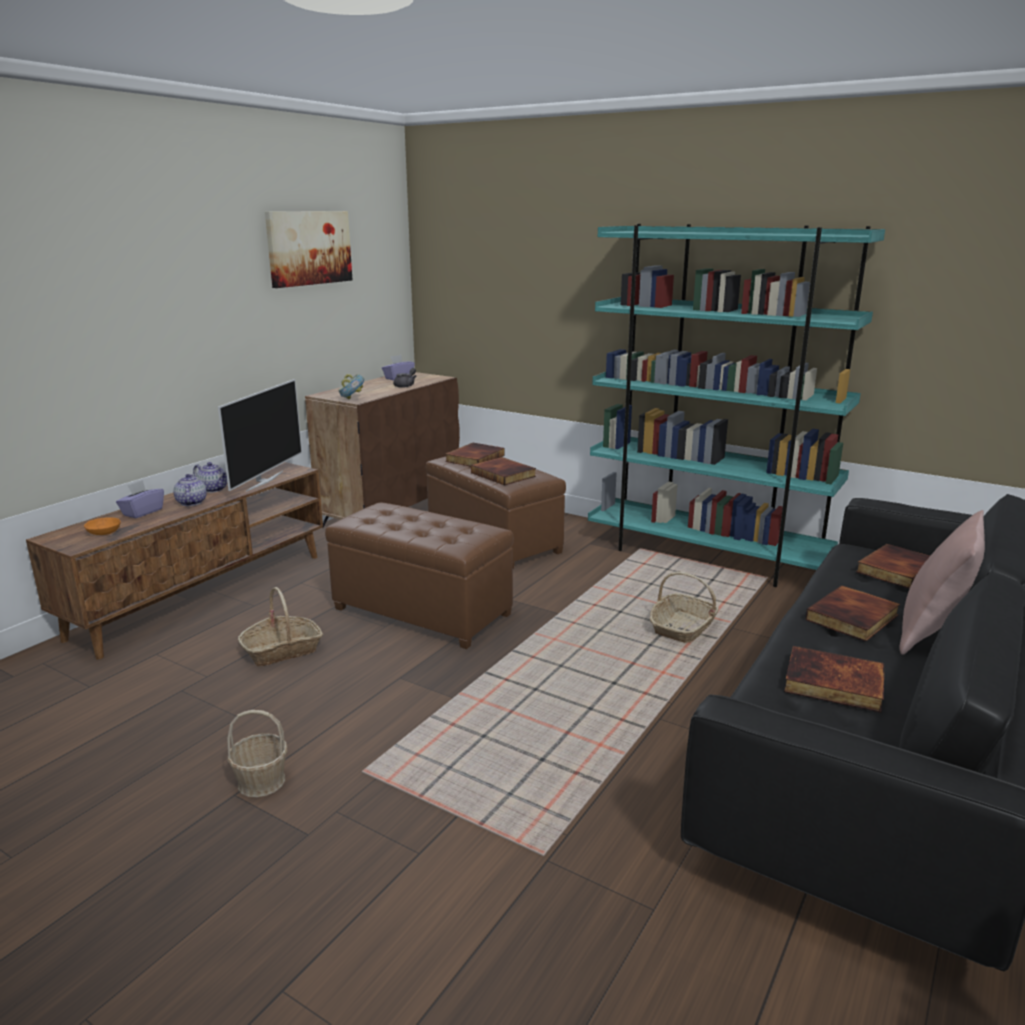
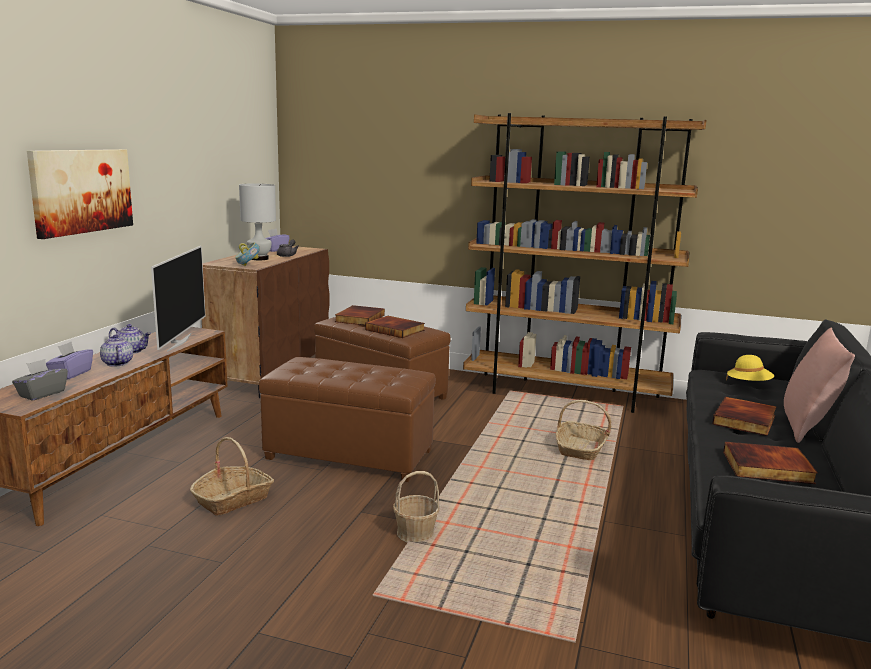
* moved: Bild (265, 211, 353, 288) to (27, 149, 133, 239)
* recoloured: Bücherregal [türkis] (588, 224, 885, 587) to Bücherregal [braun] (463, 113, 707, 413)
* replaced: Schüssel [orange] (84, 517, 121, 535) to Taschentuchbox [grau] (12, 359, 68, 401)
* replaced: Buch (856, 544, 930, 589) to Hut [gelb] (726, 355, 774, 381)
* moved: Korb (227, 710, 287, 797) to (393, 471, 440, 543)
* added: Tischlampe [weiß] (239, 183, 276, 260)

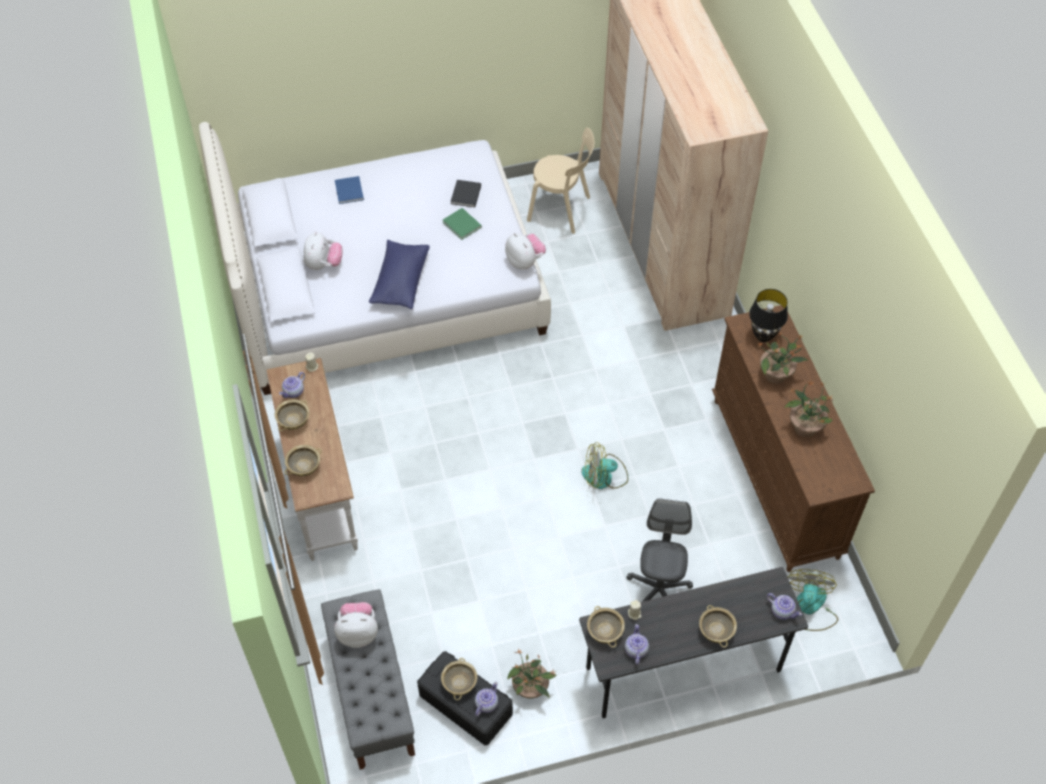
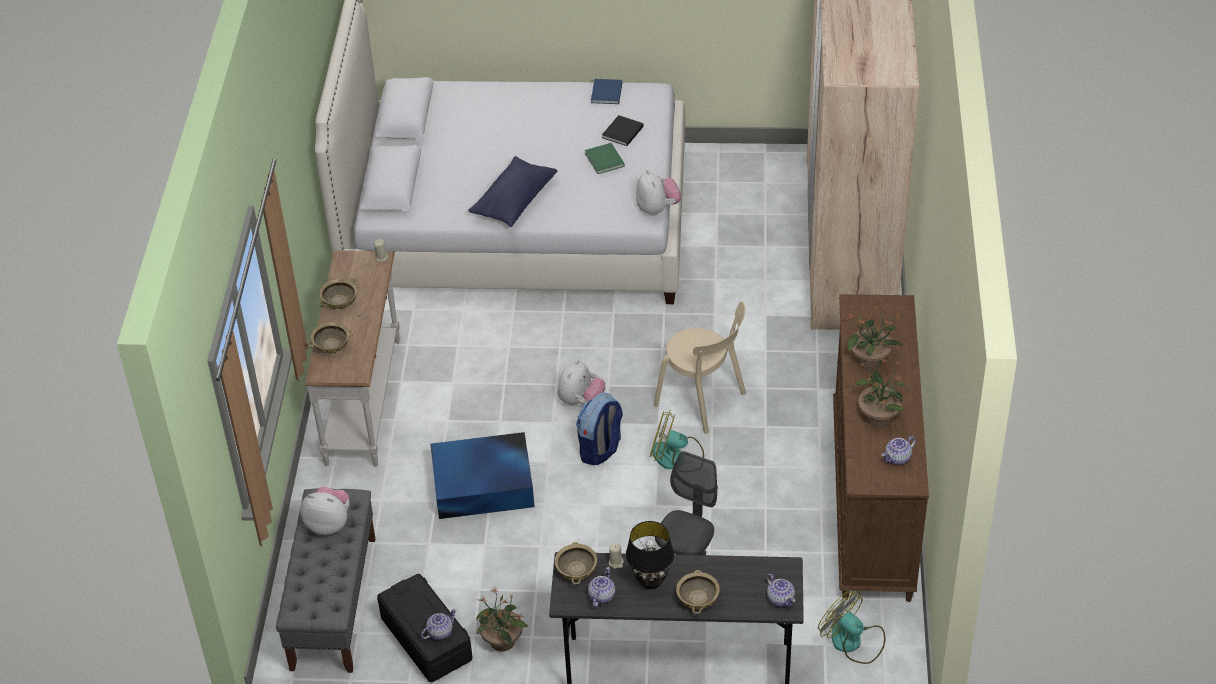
* moved: Stuhl [beige] (527, 127, 594, 234) to (654, 301, 746, 434)
* moved: Buch [blau] (335, 176, 364, 204) to (591, 79, 622, 104)
* moved: Plüschtier (304, 231, 343, 270) to (558, 360, 605, 405)
* moved: Tischlampe [schwarz] (749, 289, 788, 342) to (626, 521, 674, 589)
* moved: Teekanne (279, 372, 305, 398) to (882, 436, 916, 465)
* turned: Ventilator (788, 569, 838, 631) = (818, 590, 885, 664) 75 degrees counterclockwise
* removed: Schüssel [beige] (441, 658, 477, 700)
* added: Rucksack (576, 393, 623, 465)
* added: Aufbewahrungsbox [blau] (431, 432, 535, 519)

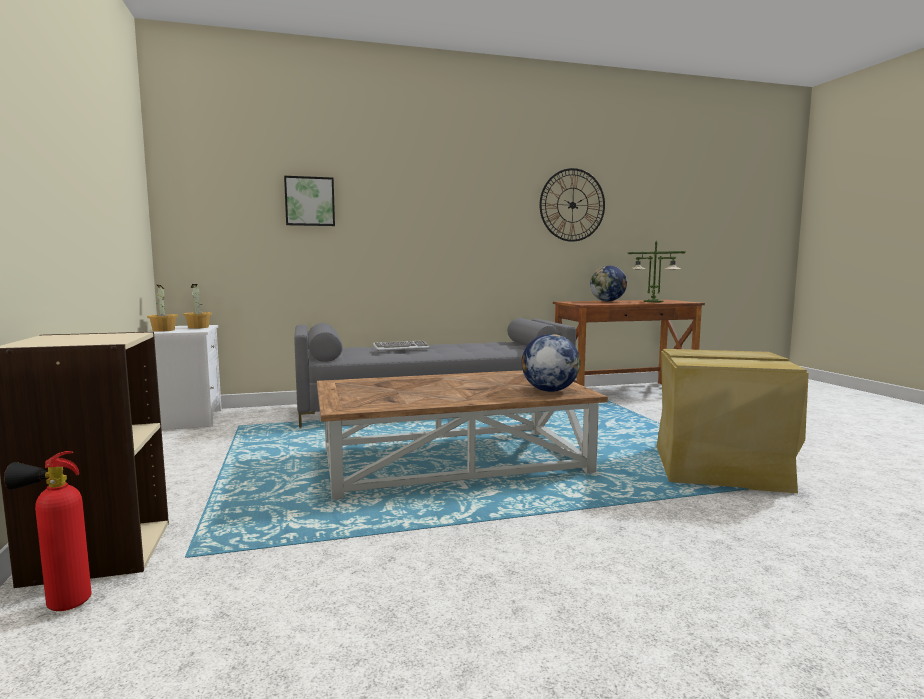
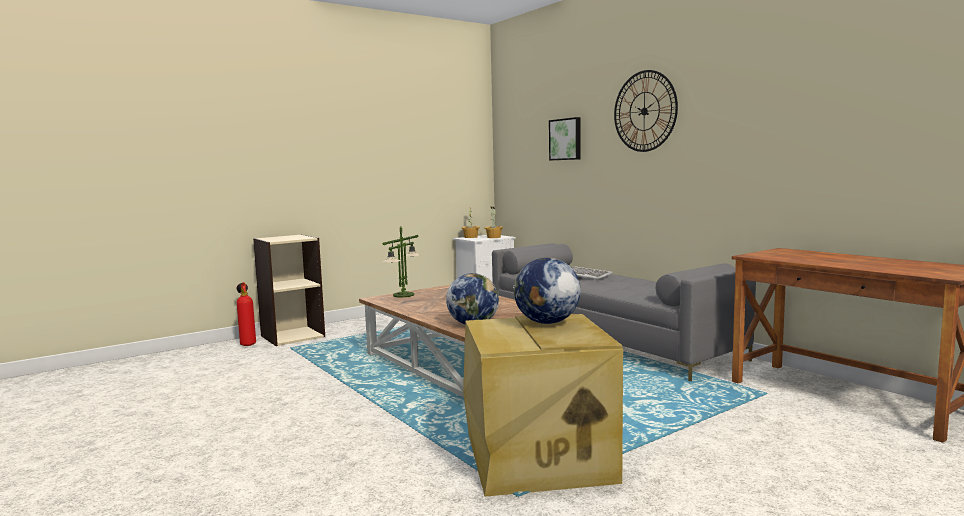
* moved: Wanduhr (540, 168, 605, 242) to (614, 70, 678, 152)
* moved: Tischlampe (628, 241, 686, 302) to (382, 226, 421, 298)
* moved: Globus (590, 266, 627, 301) to (513, 257, 581, 324)

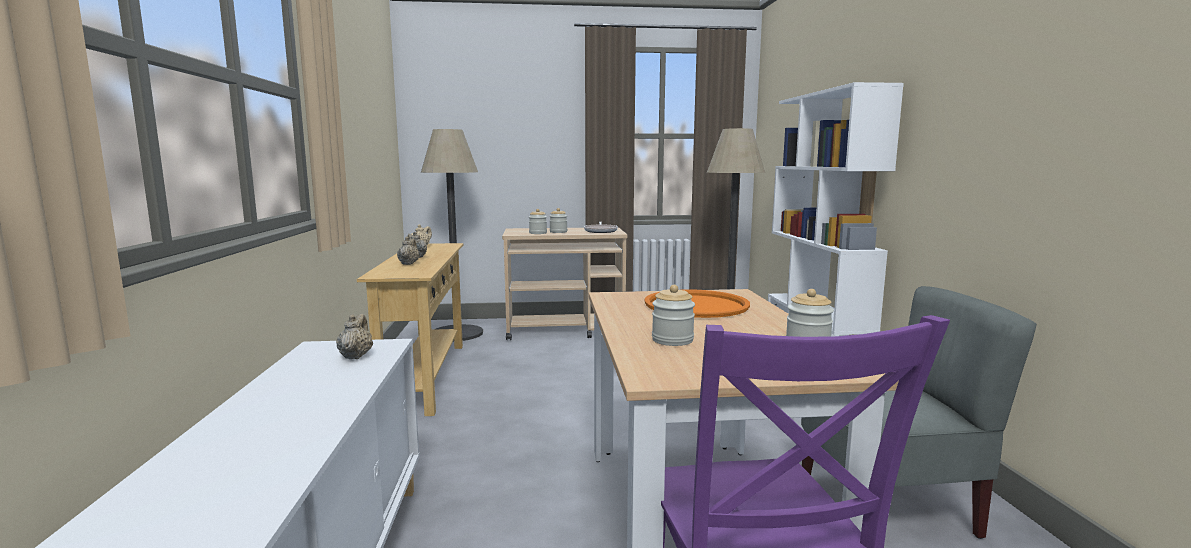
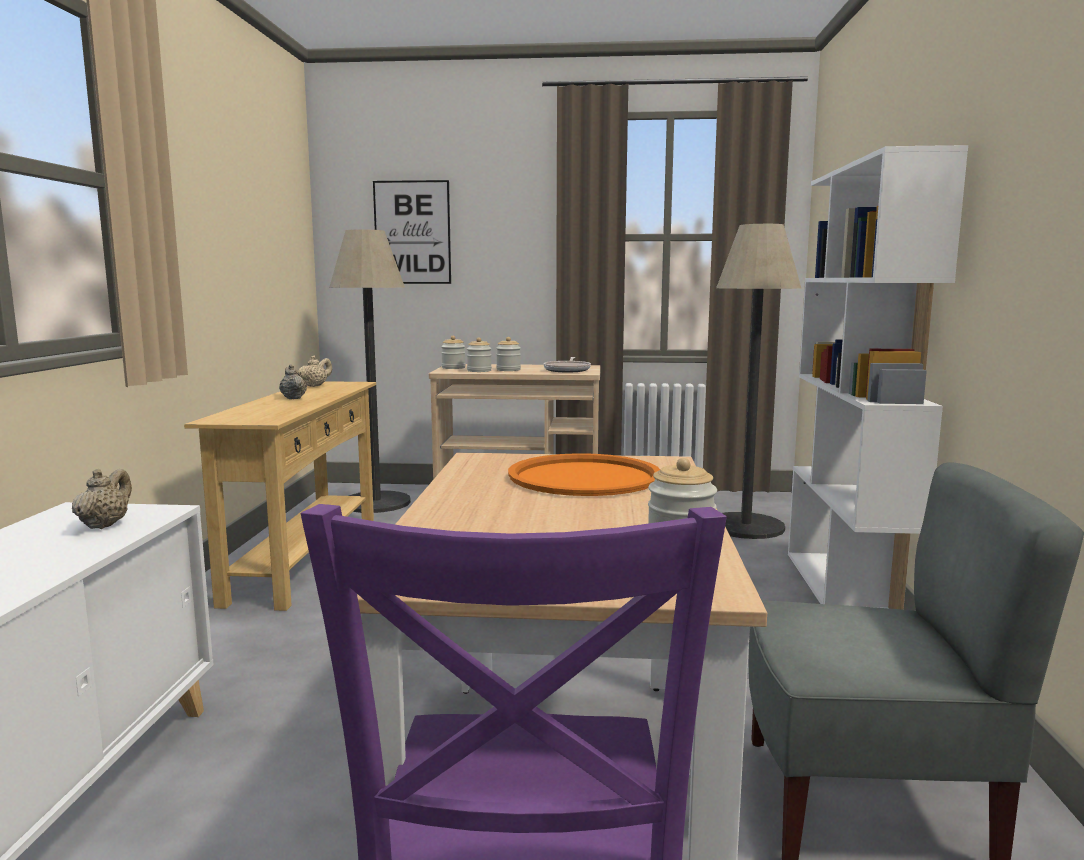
* removed: Teekanne [beige] (397, 237, 420, 265)
* moved: Vorratsglas (652, 285, 695, 346) to (441, 336, 466, 369)
* added: Bild (373, 180, 451, 284)

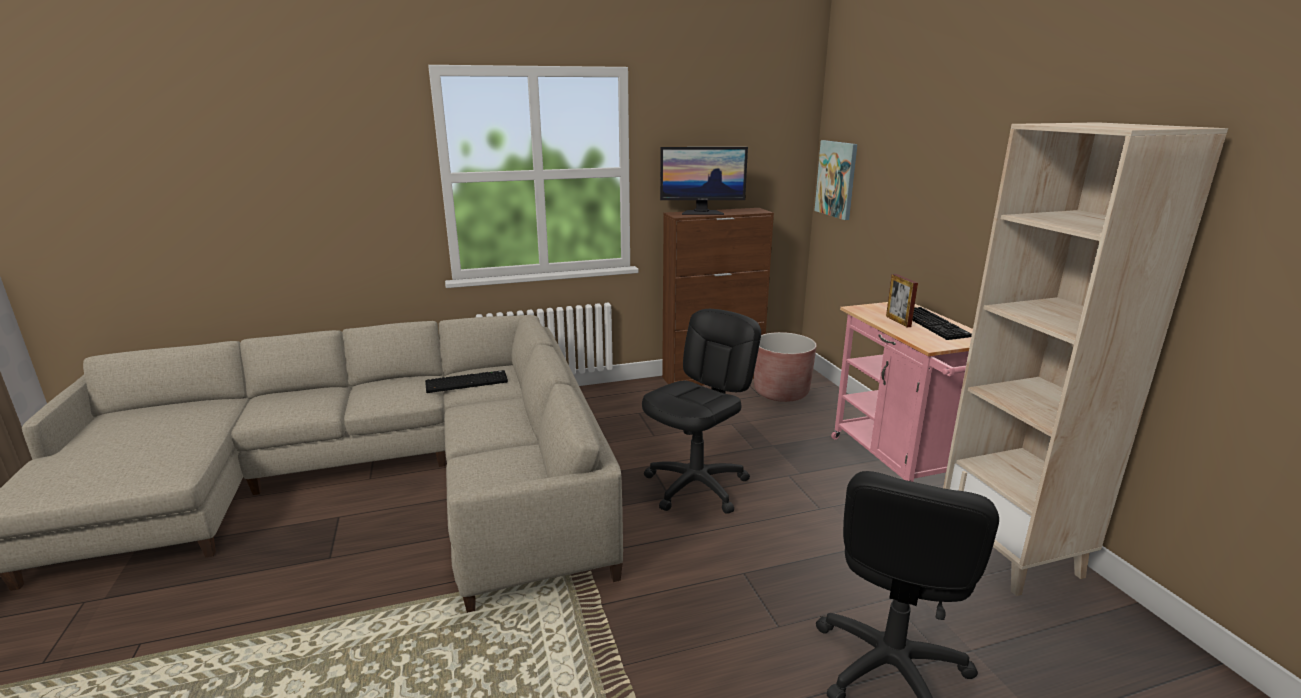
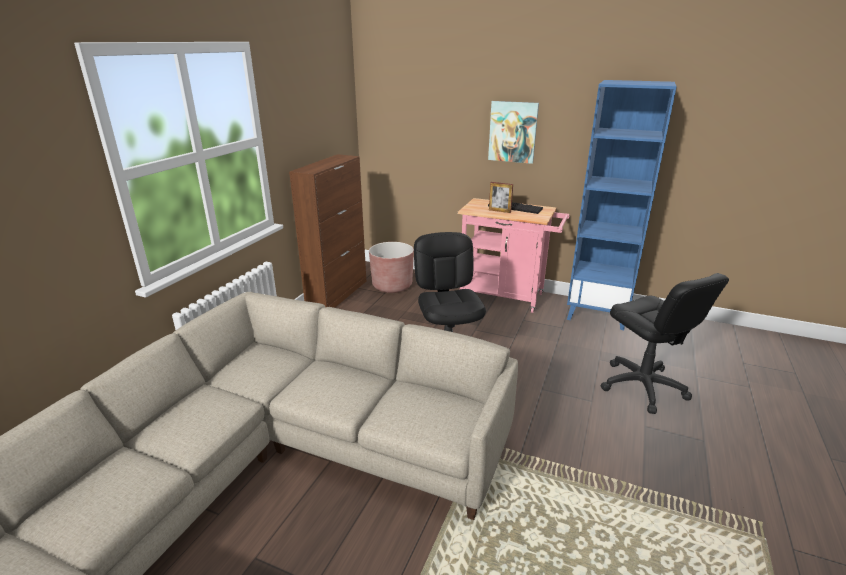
* recoloured: Bücherregal [beige] (943, 122, 1228, 596) to Bücherregal [blau] (567, 80, 677, 330)
* moved: Bild (814, 140, 857, 220) to (488, 101, 539, 164)
* removed: Monitor (660, 147, 748, 215)
* removed: Tastatur (425, 370, 508, 393)

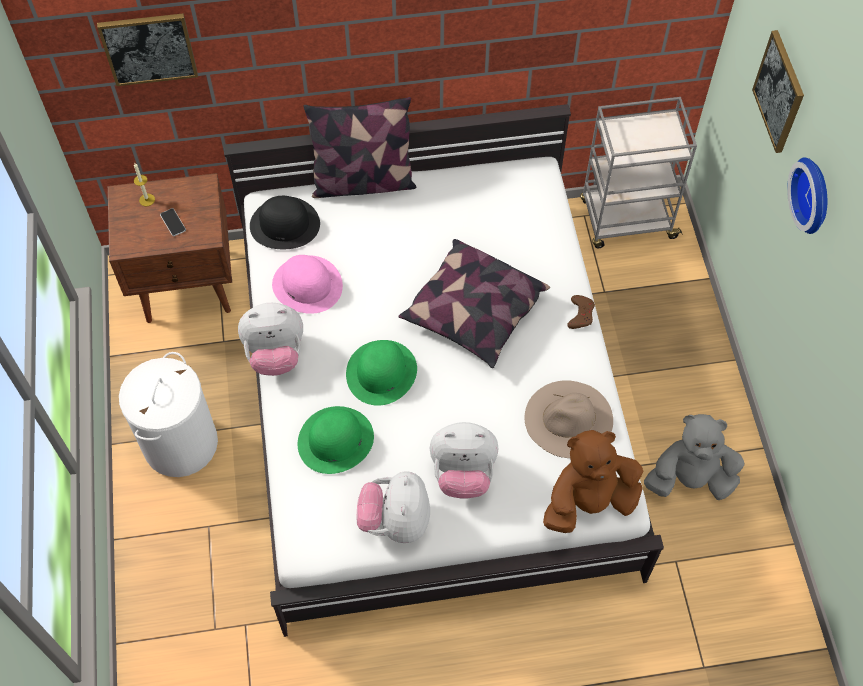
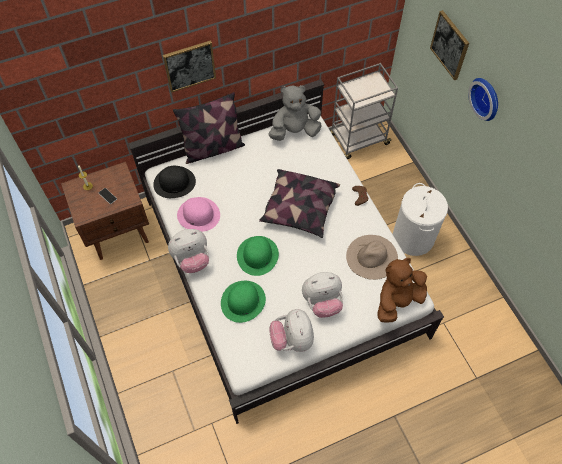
* moved: Bild (97, 13, 198, 86) to (163, 40, 216, 93)
* moved: Wäschekorb [weiß] (119, 352, 218, 477) to (393, 183, 448, 256)
* moved: Plüschtier [grau] (644, 414, 744, 500) to (268, 85, 322, 141)

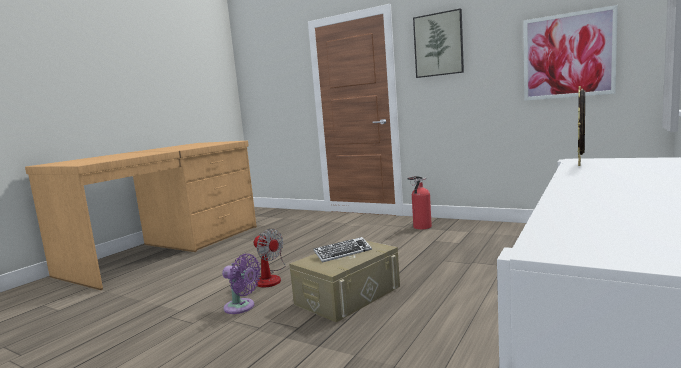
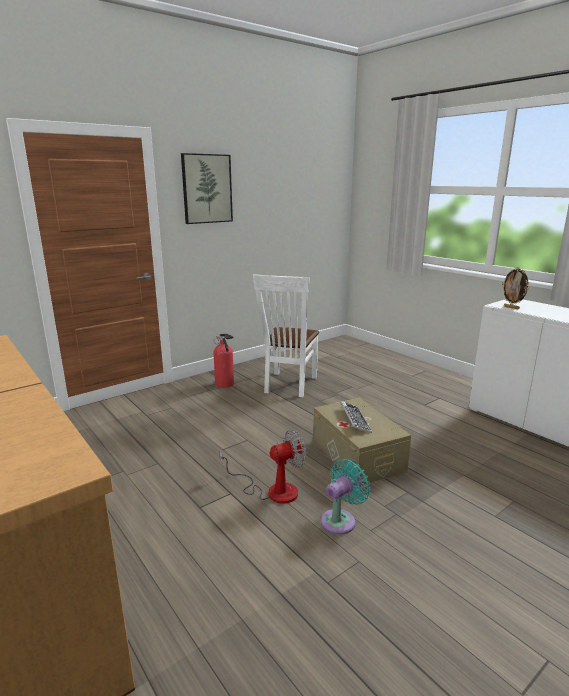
* removed: Bild (523, 5, 618, 101)
* recoloured: Ventilator [lila] (222, 254, 261, 314) to Ventilator [türkis] (321, 459, 370, 535)
* added: Stuhl [weiß] (253, 274, 319, 397)

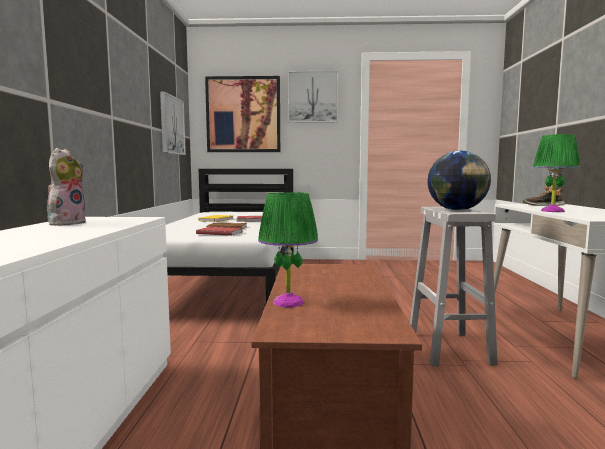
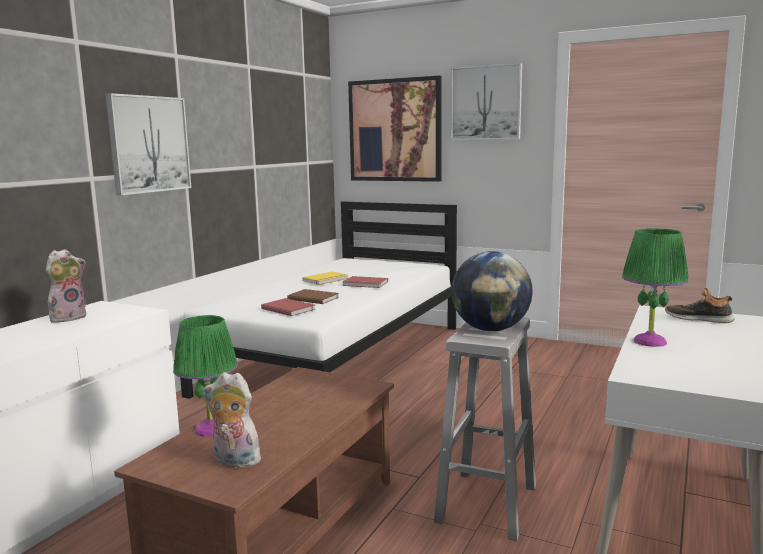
* moved: Bild (160, 91, 186, 155) to (106, 93, 191, 195)
* added: Plüschtier (203, 372, 263, 468)

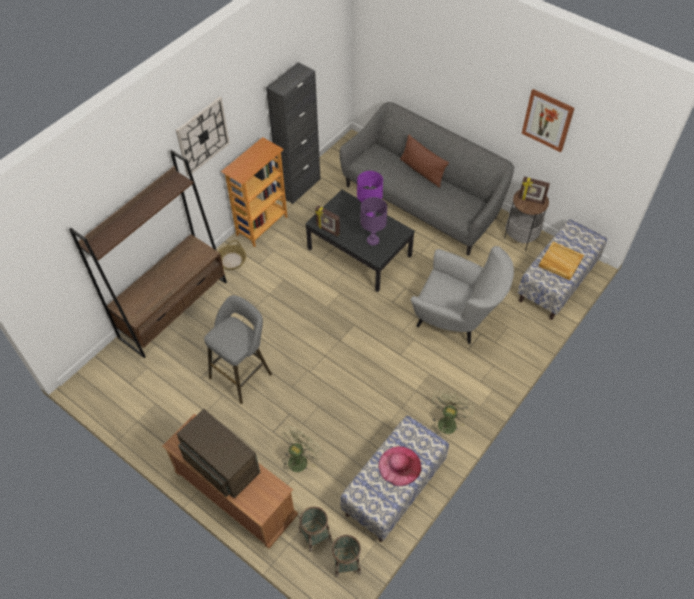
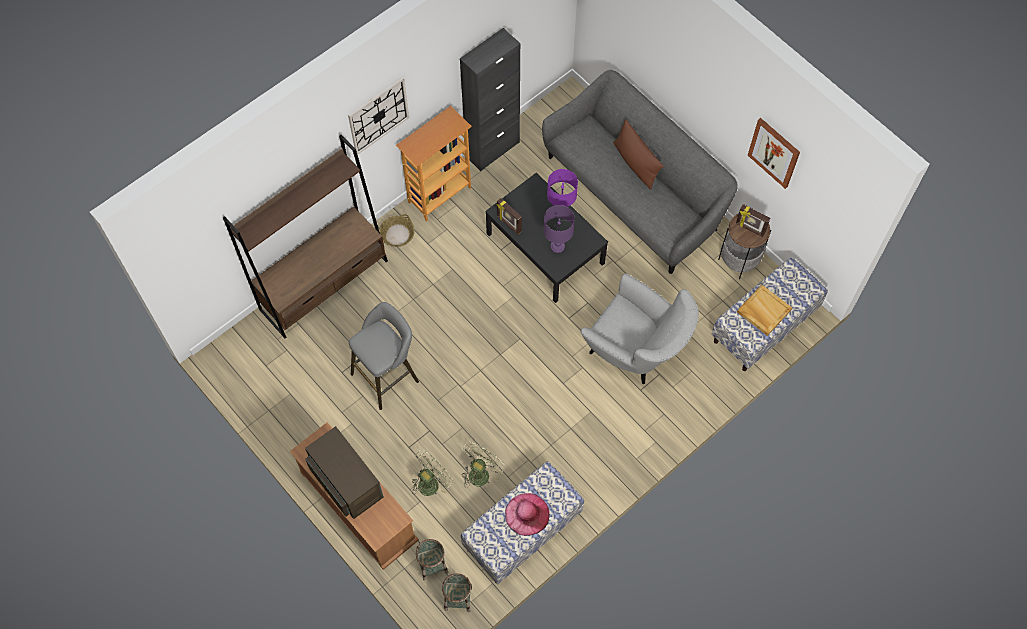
* moved: Ventilator [grün] (431, 390, 474, 435) to (462, 441, 505, 488)

